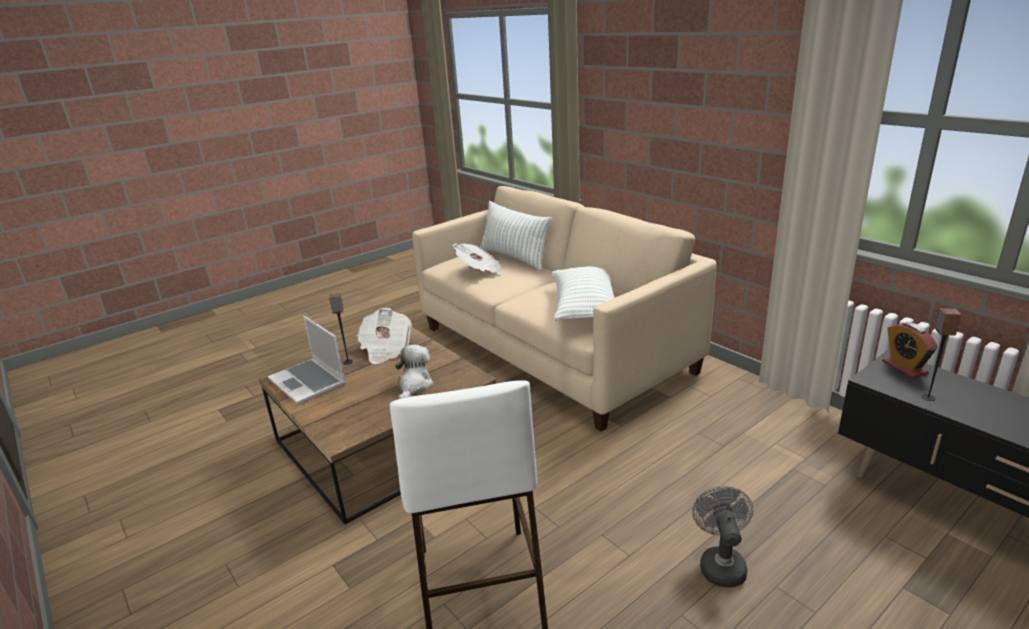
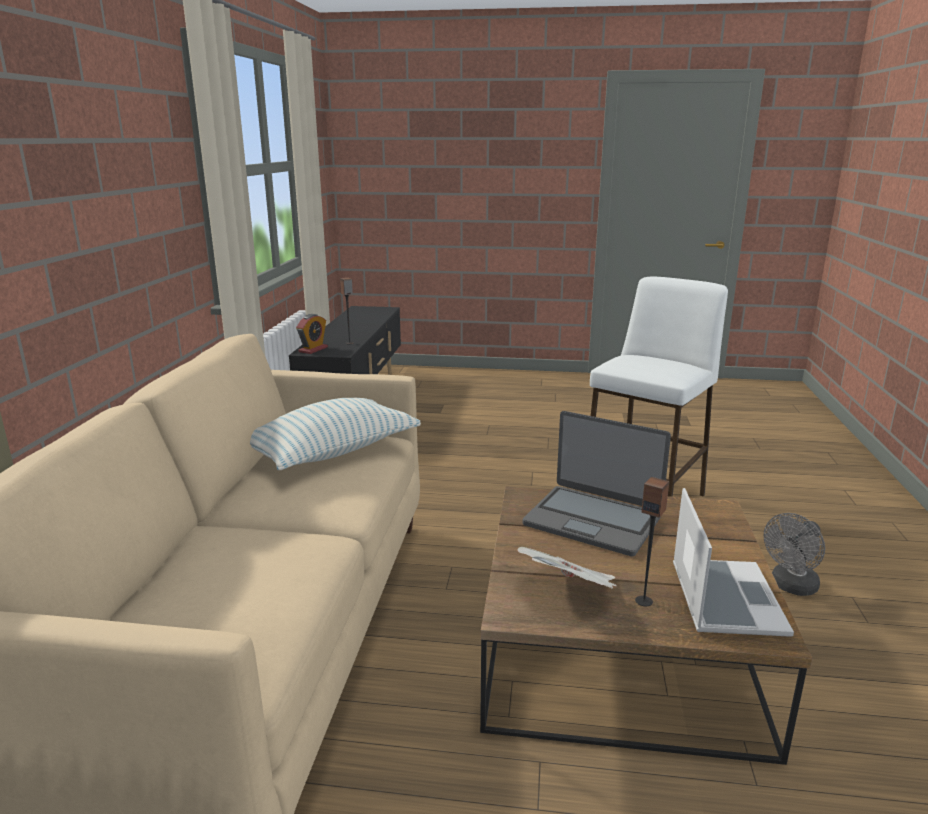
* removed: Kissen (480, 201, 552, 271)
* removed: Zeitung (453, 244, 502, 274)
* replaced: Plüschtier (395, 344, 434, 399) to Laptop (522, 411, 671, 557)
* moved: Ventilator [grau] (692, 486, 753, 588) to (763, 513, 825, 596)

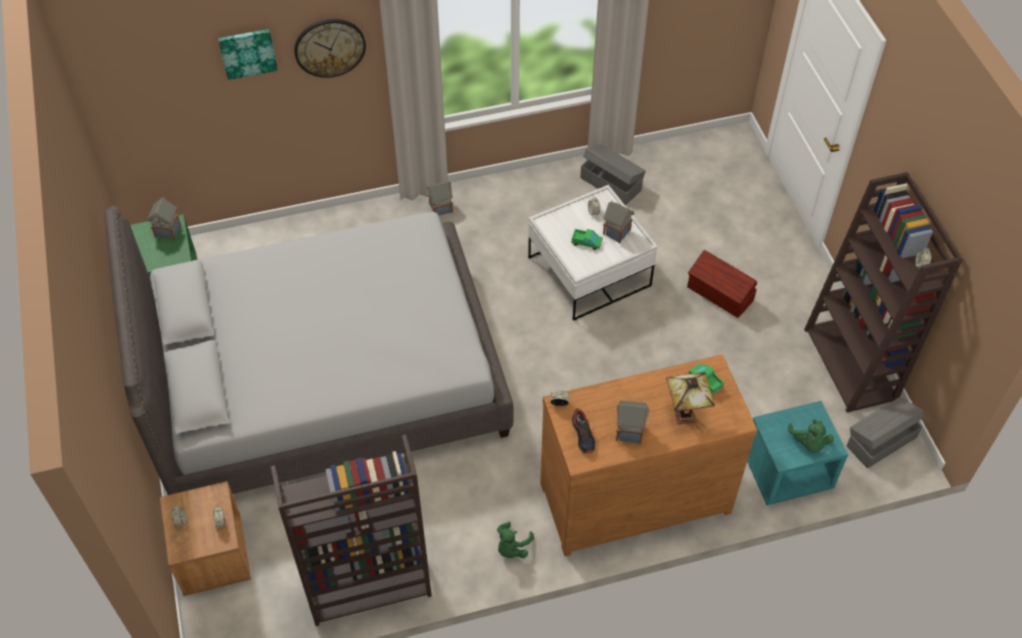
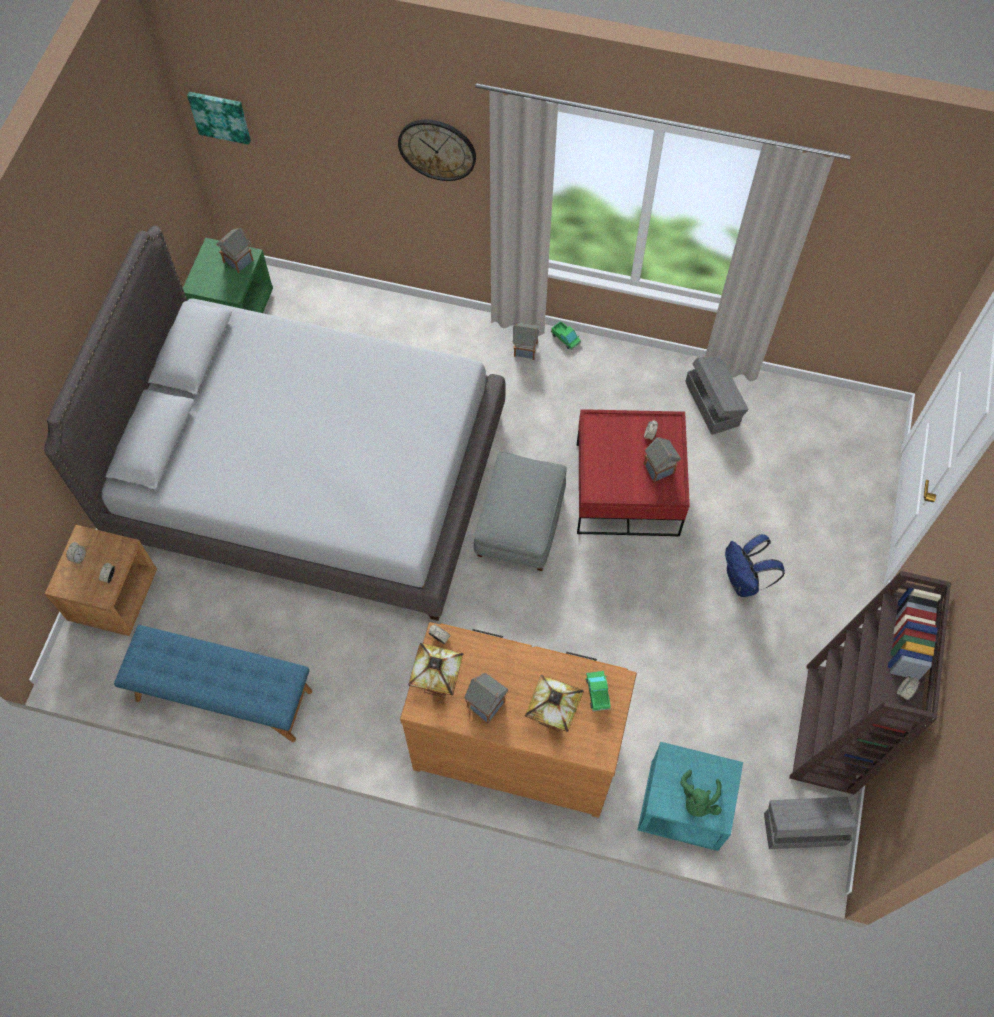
* moved: Bild (218, 29, 278, 80) to (187, 92, 251, 145)
* recoloured: Couchtisch [weiß] (528, 185, 658, 321) to Couchtisch [rot] (577, 409, 690, 536)
* moved: Spielzeuglaster (571, 229, 603, 250) to (551, 322, 581, 350)
* replaced: Aufbewahrungsbox [braun] (687, 250, 757, 318) to Rucksack [blau] (725, 534, 785, 597)
* replaced: Schuh (572, 408, 595, 453) to Tischlampe (408, 643, 463, 698)
* replaced: Bücherregal [braun] (271, 435, 432, 626) to Bank [blau] (114, 625, 312, 742)
* removed: Plüschtier [grün] (497, 521, 534, 558)
* added: Polsterhocker [grau] (474, 452, 567, 571)

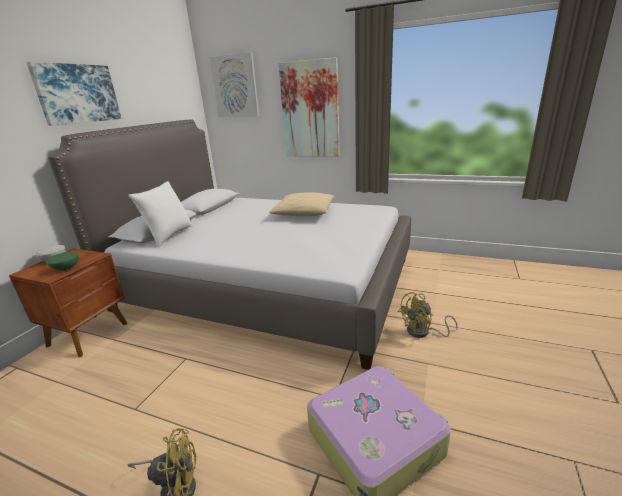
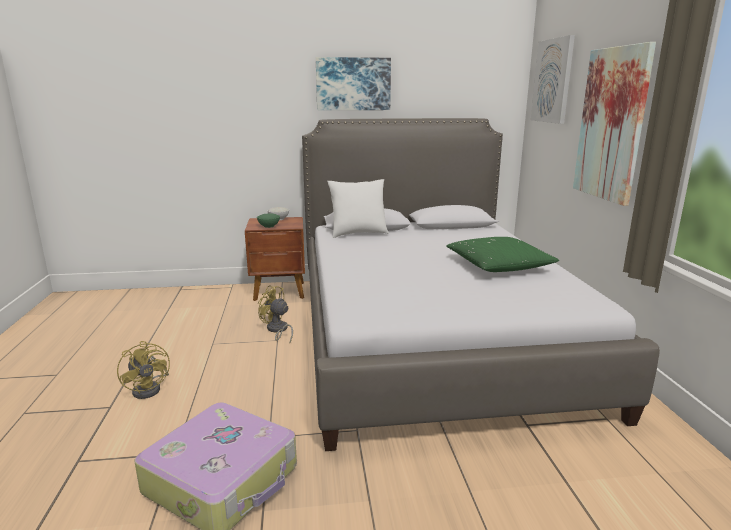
* recoloured: Kissen [beige] (269, 192, 334, 216) to Kissen [grün] (446, 237, 559, 272)
* moved: Ventilator [gelb] (398, 292, 458, 338) to (258, 285, 293, 343)

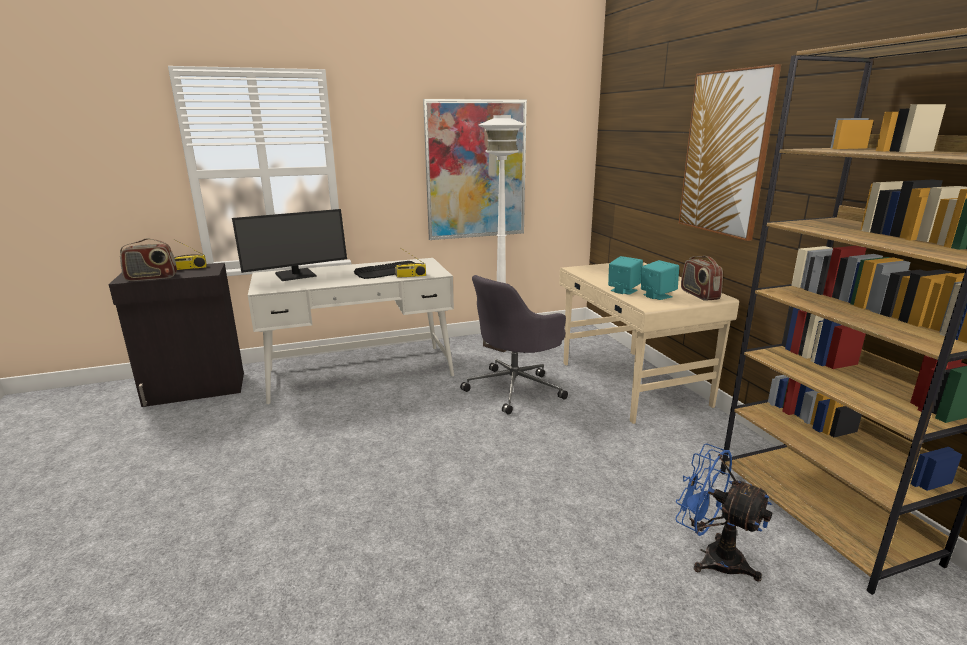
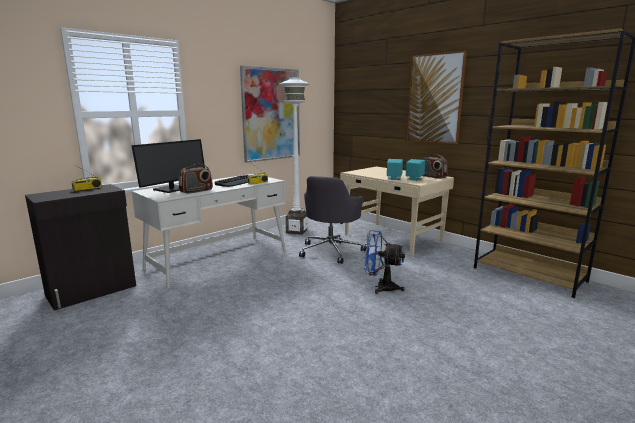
* moved: Radio (120, 238, 177, 281) to (179, 163, 213, 194)
* moved: Ventilator [blau] (675, 443, 772, 582) to (364, 231, 405, 294)

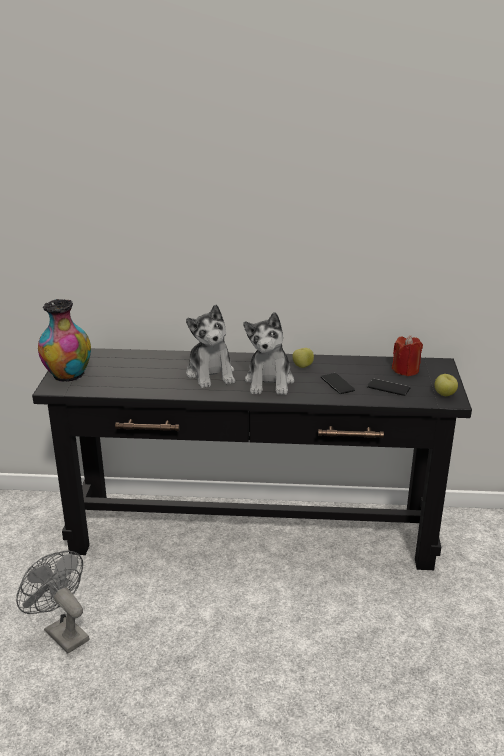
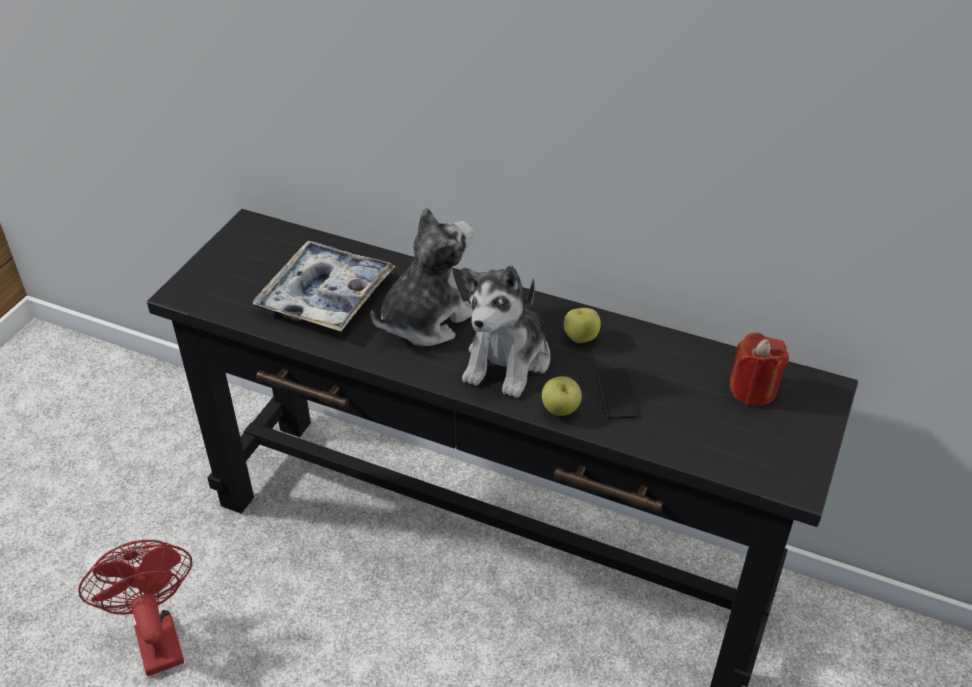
* removed: Vase (38, 299, 91, 383)
* turned: Plüschtier (186, 305, 235, 388) = (371, 207, 474, 346) 135 degrees counterclockwise
* moved: Apfel (434, 374, 458, 396) to (542, 376, 582, 416)
* removed: Handy (367, 379, 410, 396)
* recoloured: Ventilator [grau] (16, 550, 89, 653) to Ventilator [rot] (78, 540, 192, 676)
* added: Tablett (252, 241, 396, 331)

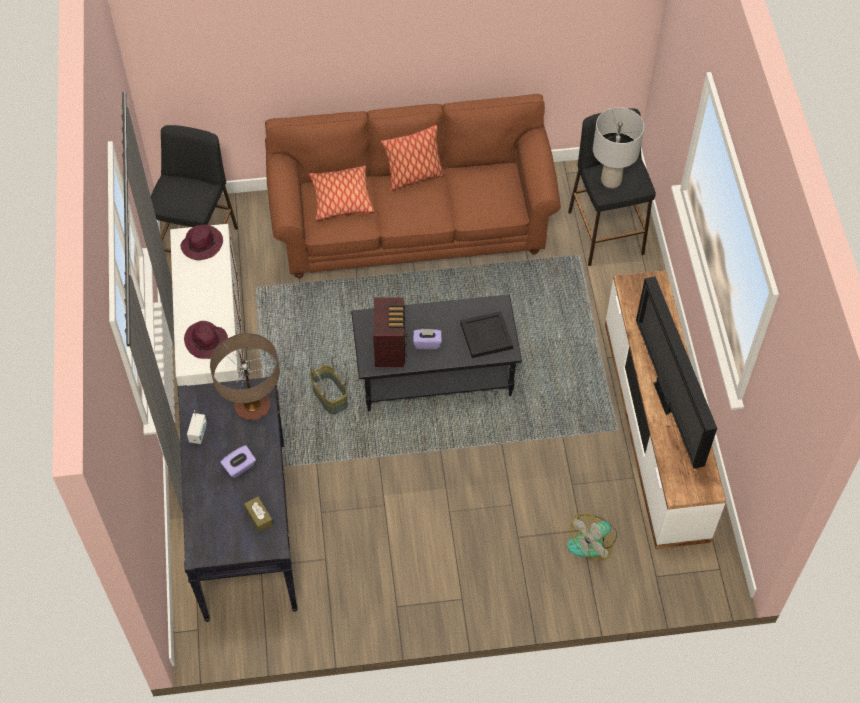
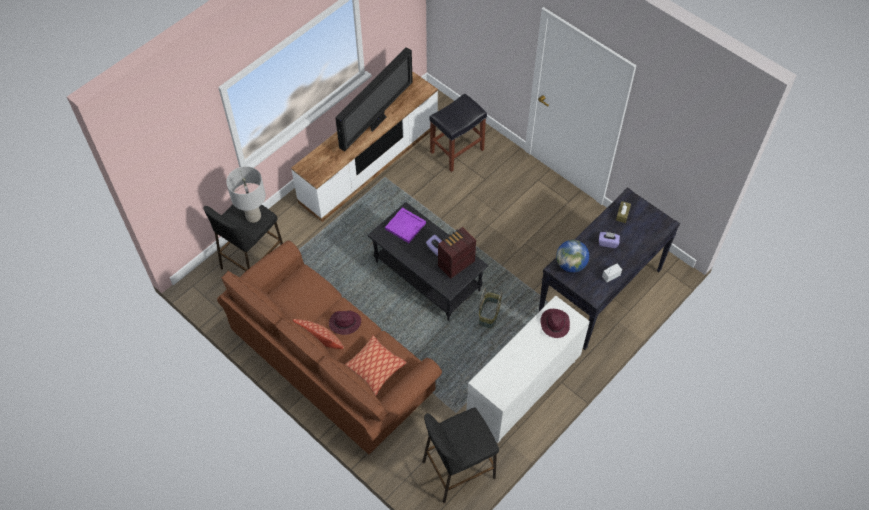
* moved: Hut [lila] (180, 225, 223, 260) to (329, 311, 361, 335)
* recoloured: Tablett [schwarz] (460, 311, 513, 358) to Tablett [lila] (385, 208, 426, 243)
* replaced: Tischlampe (210, 333, 280, 420) to Globus (556, 240, 589, 273)
* replaced: Ventilator (567, 514, 617, 561) to Hocker [schwarz] (429, 93, 487, 172)

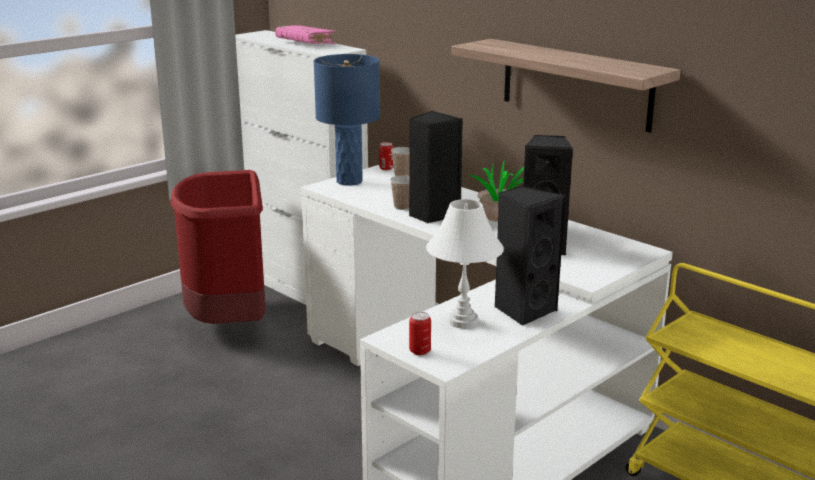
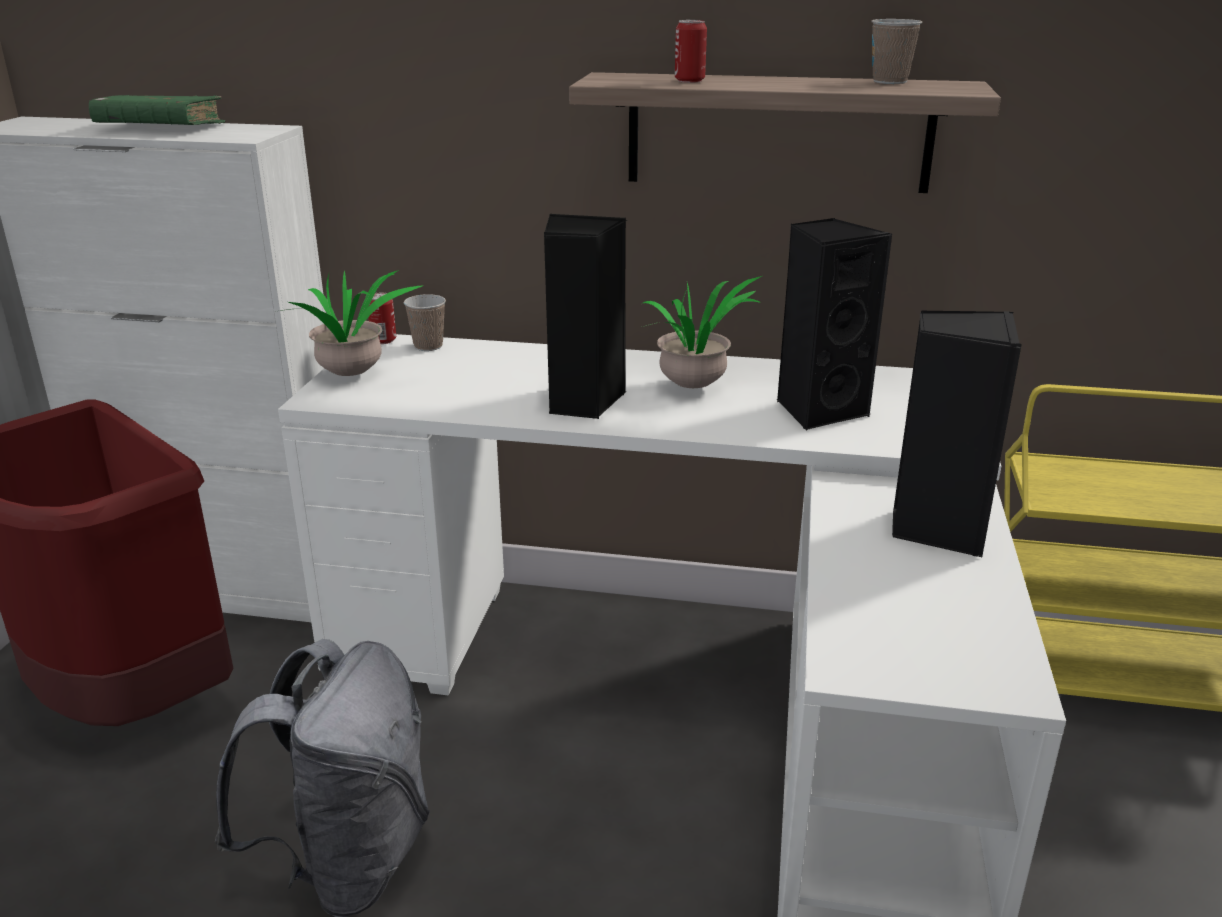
* recoloured: Buch [rosa] (275, 25, 336, 44) to Buch [grün] (89, 95, 225, 125)
* replaced: Tischlampe [blau] (314, 54, 380, 186) to Topfpflanze (275, 270, 422, 376)
* moved: Tasse (390, 175, 410, 210) to (871, 19, 922, 84)
* removed: Tischlampe [weiß] (426, 199, 504, 329)
* moved: Dose (409, 312, 431, 355) to (675, 20, 707, 83)
* added: Rucksack [grau] (215, 639, 430, 917)

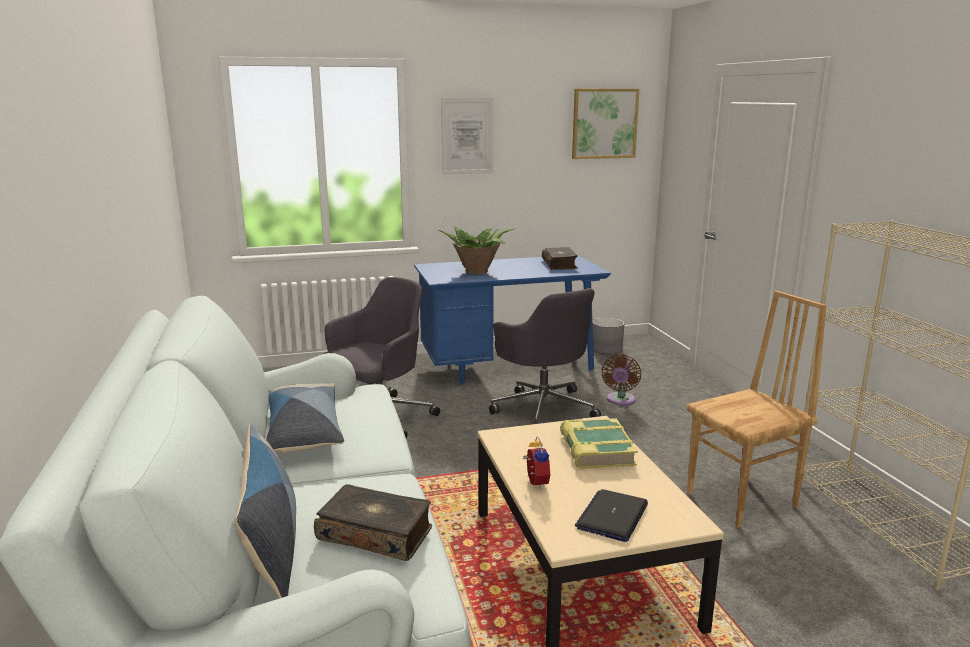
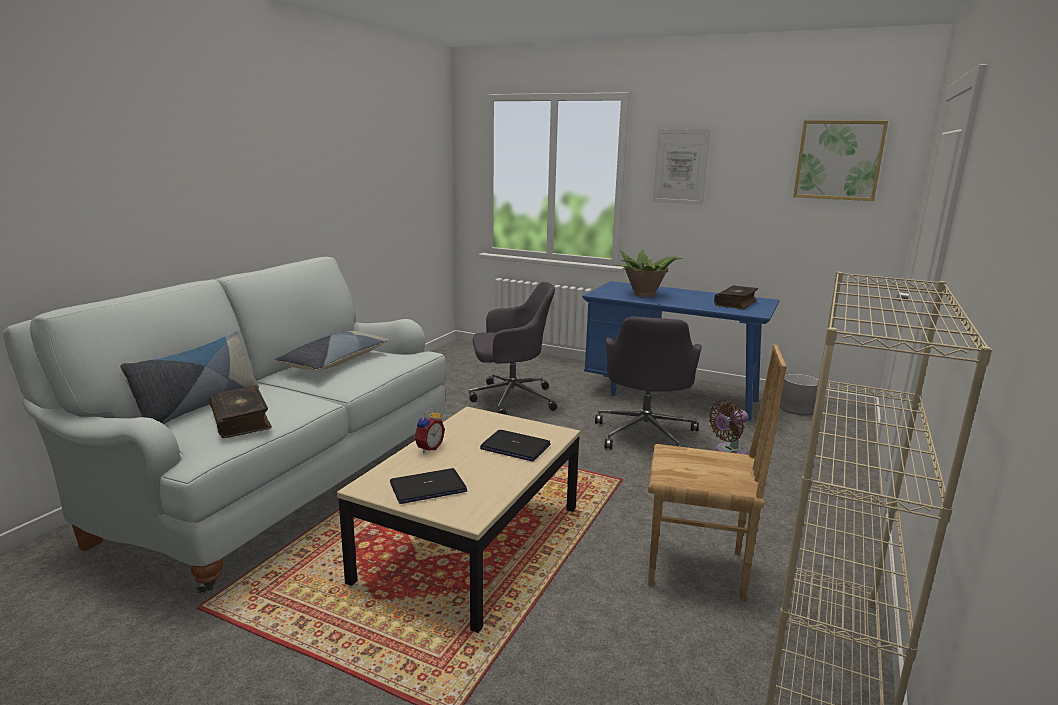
* replaced: Buch (560, 418, 638, 469) to Laptop (480, 430, 551, 462)

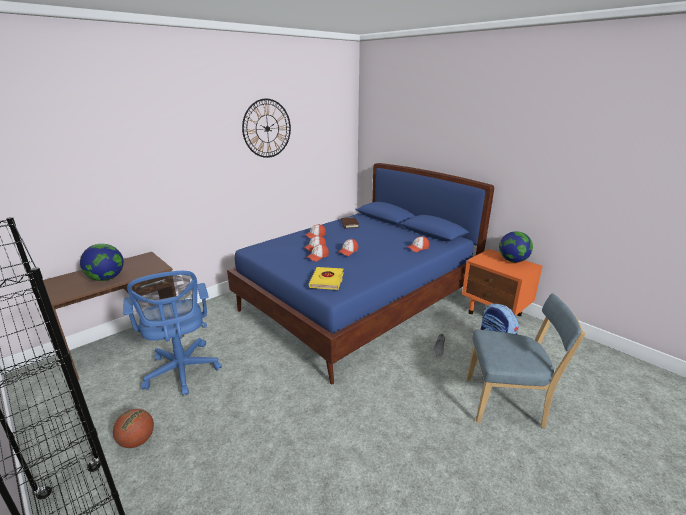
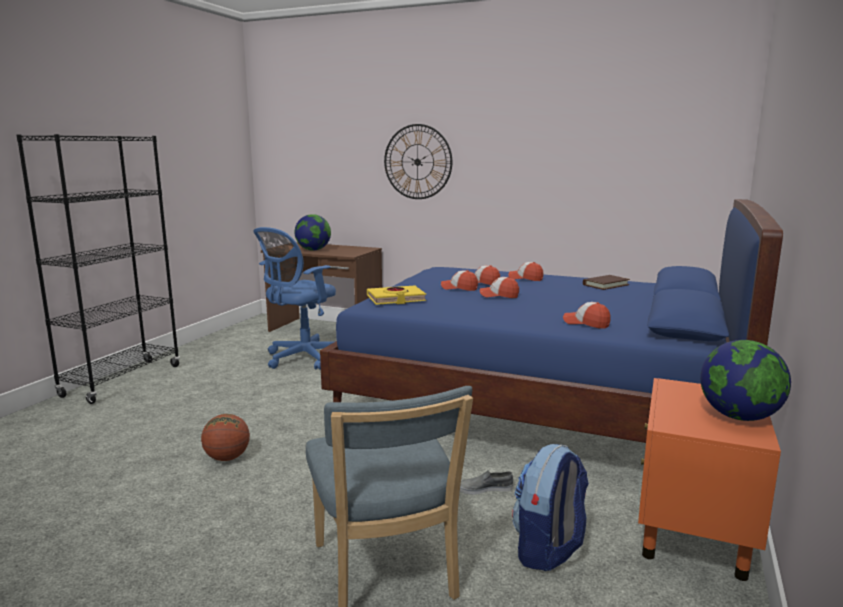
* moved: Wanduhr (242, 99, 291, 158) to (384, 124, 452, 199)
* moved: Basketball (113, 409, 154, 448) to (201, 414, 250, 461)

